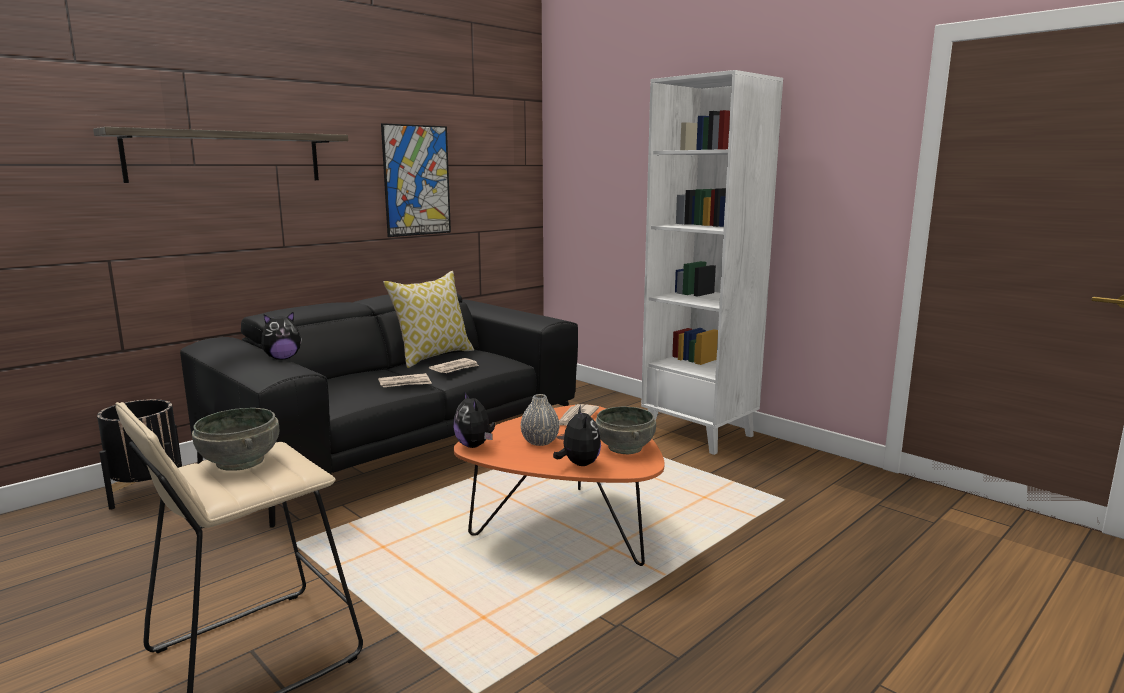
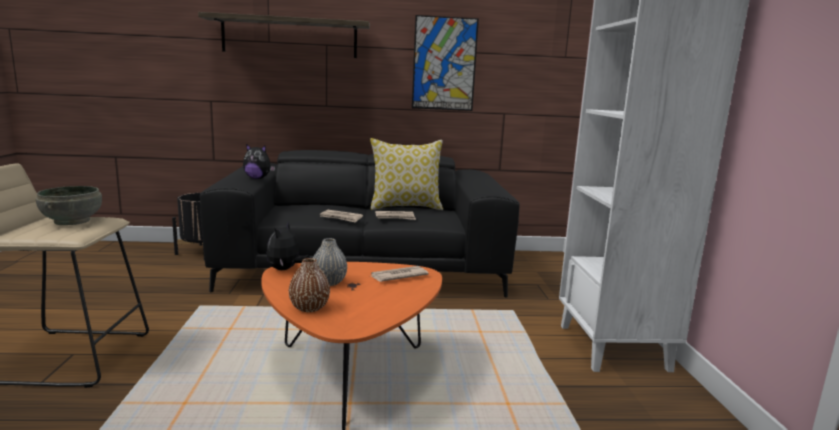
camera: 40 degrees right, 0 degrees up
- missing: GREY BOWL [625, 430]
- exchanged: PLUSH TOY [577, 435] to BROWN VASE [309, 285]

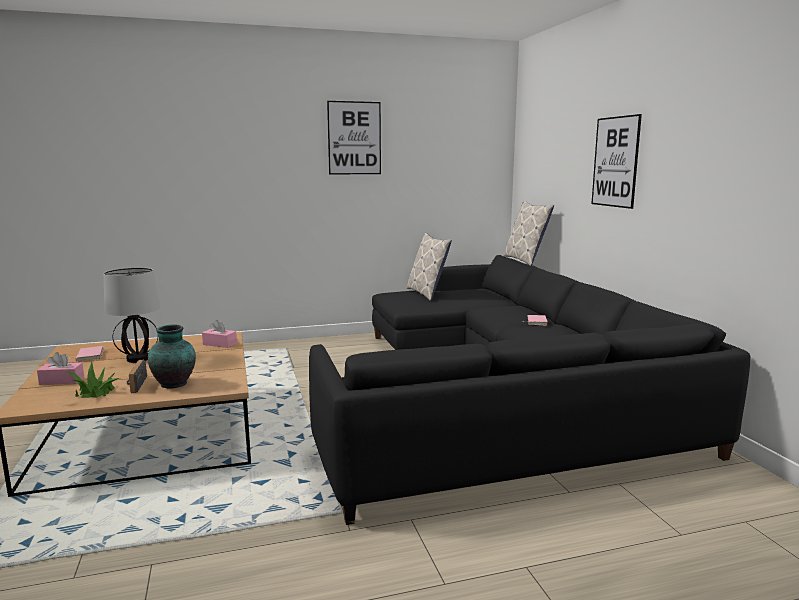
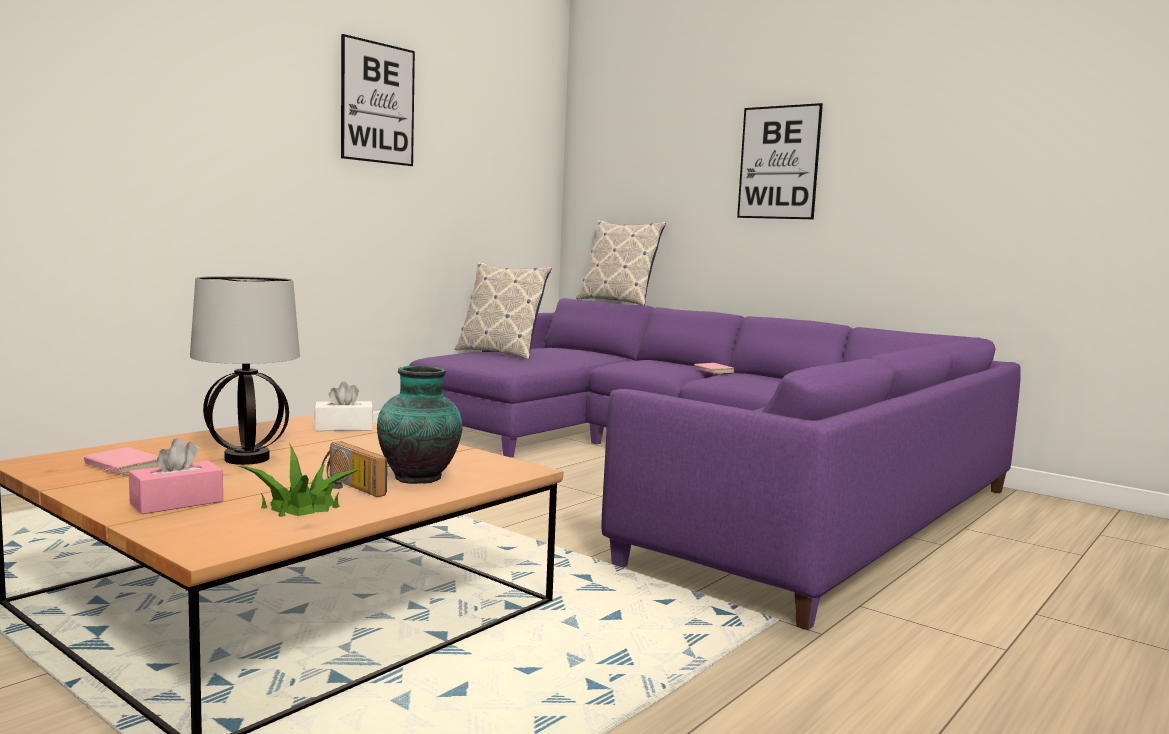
camera: 35 degrees left, 5 degrees down
- colour: PINK TISSUE BOX [219, 334] to WHITE TISSUE BOX [343, 406]
- colour: BLACK SOFA [529, 390] to PURPLE SOFA [715, 464]

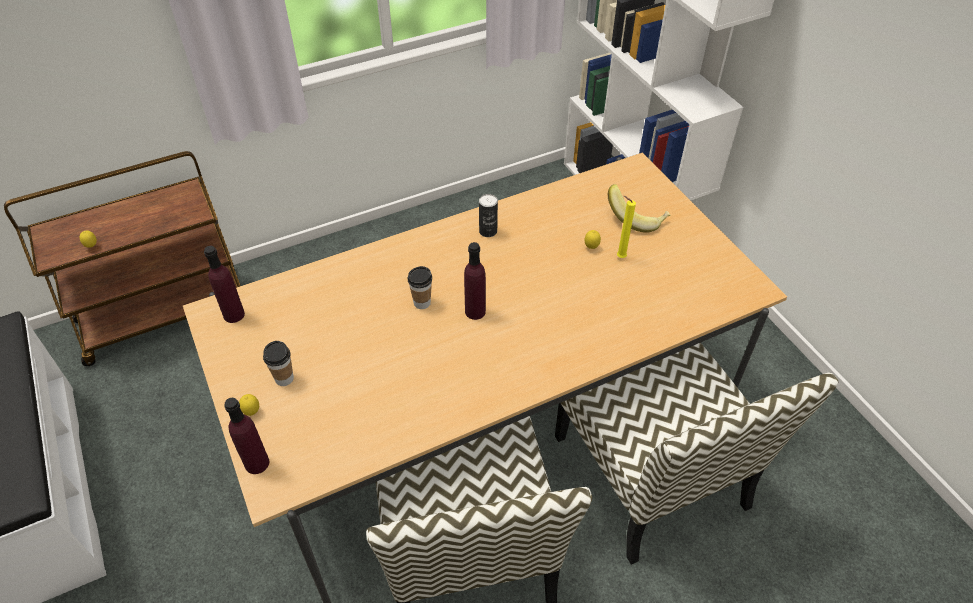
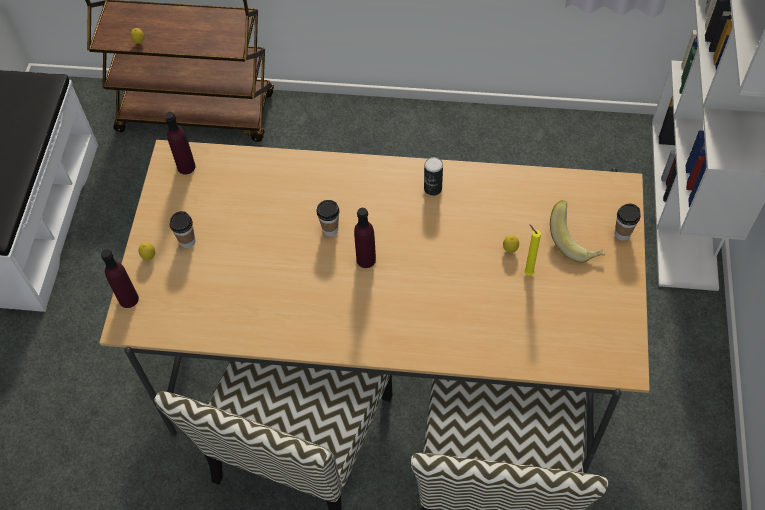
camera: 35 degrees right, 10 degrees up
- appeared: CUP [628, 222]

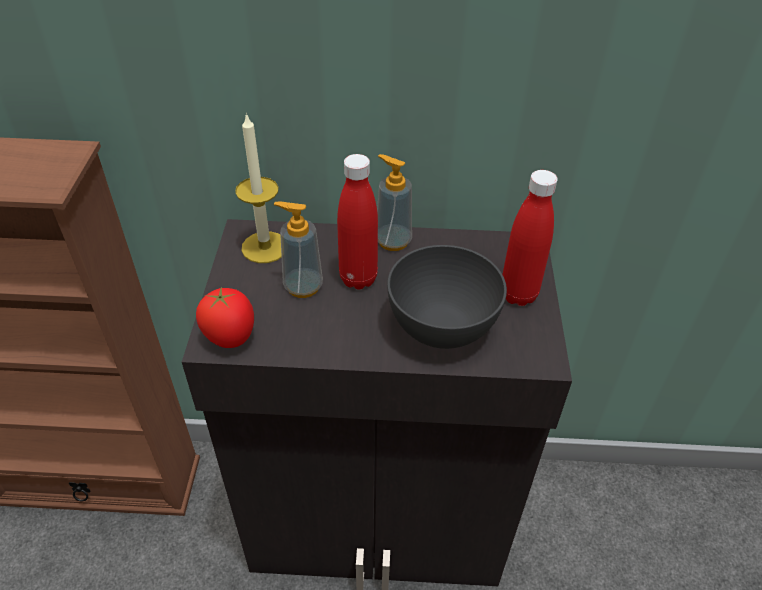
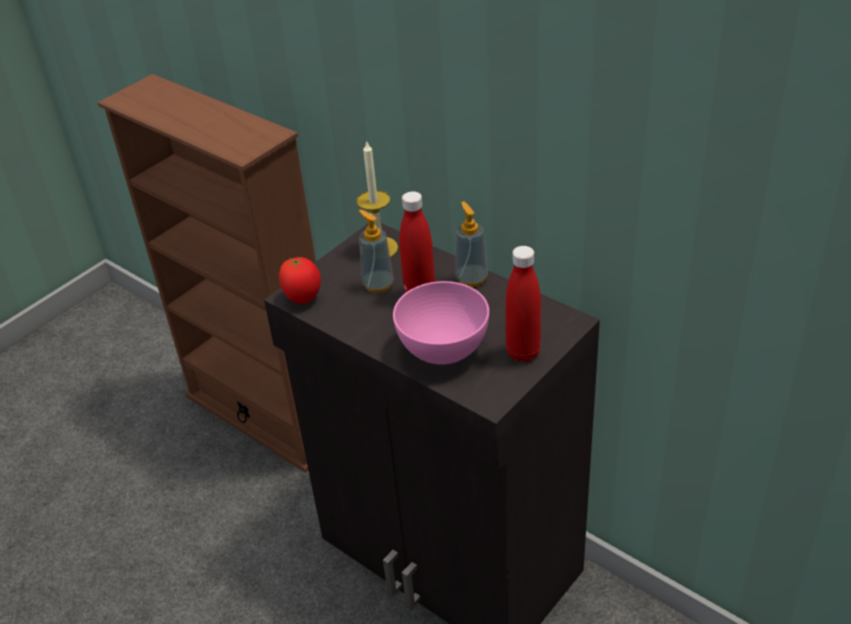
camera: 40 degrees right, 5 degrees down
- colour: GREY BOWL [447, 297] to PINK BOWL [441, 323]

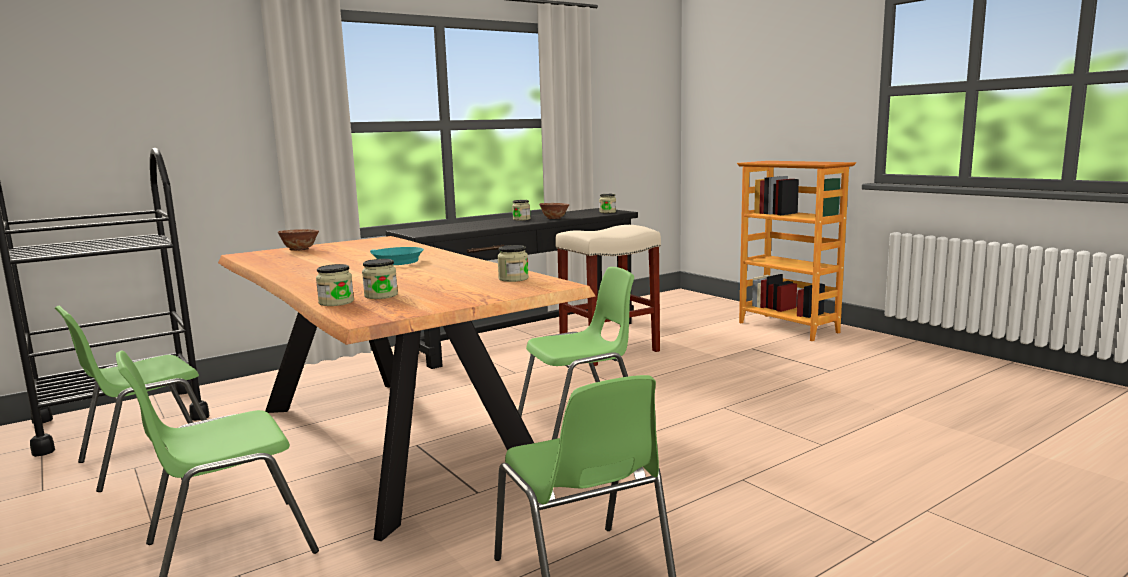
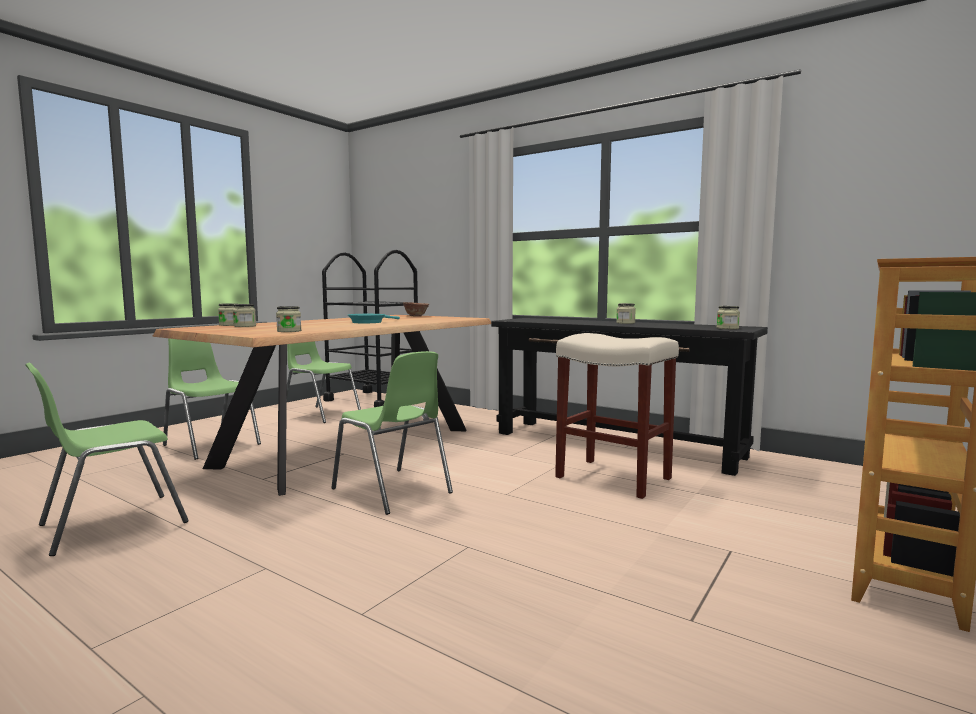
camera: 70 degrees right, 5 degrees down
- missing: BOWL [554, 211]

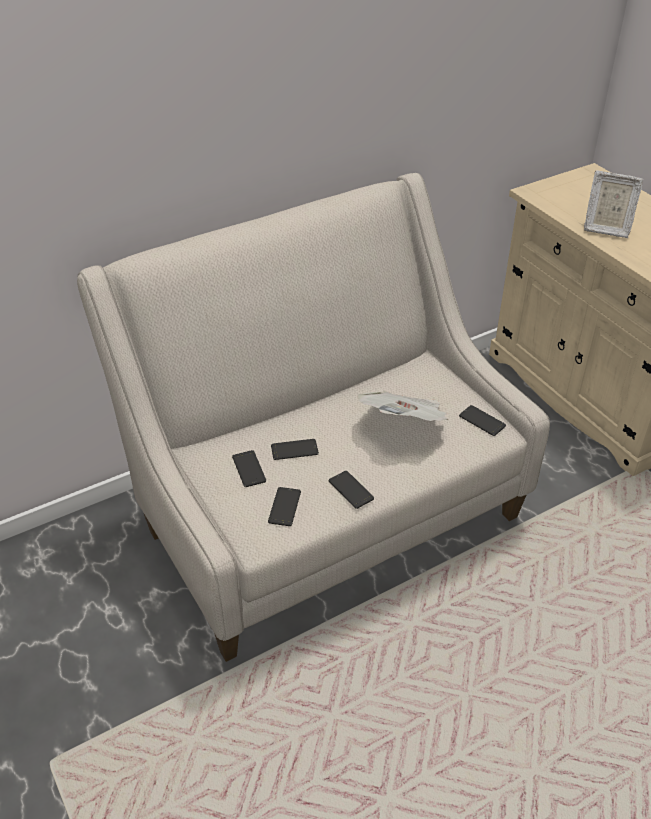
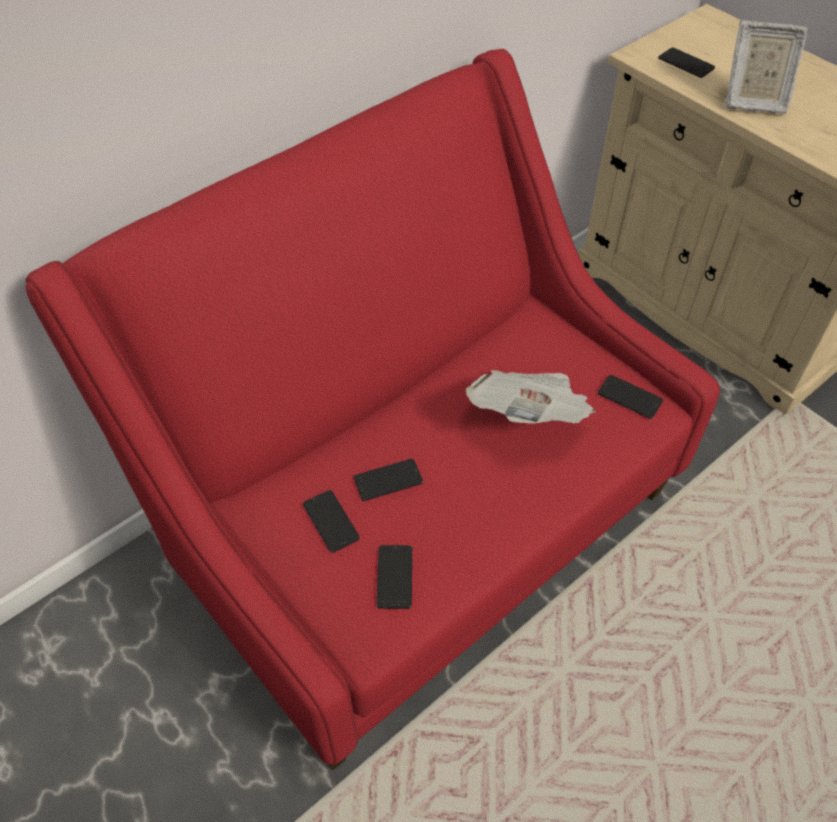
camera: 10 degrees left, 10 degrees up
- relocated: PHONE [351, 490] to [686, 62]
- colour: BEIGE SOFA [313, 417] to RED SOFA [372, 409]

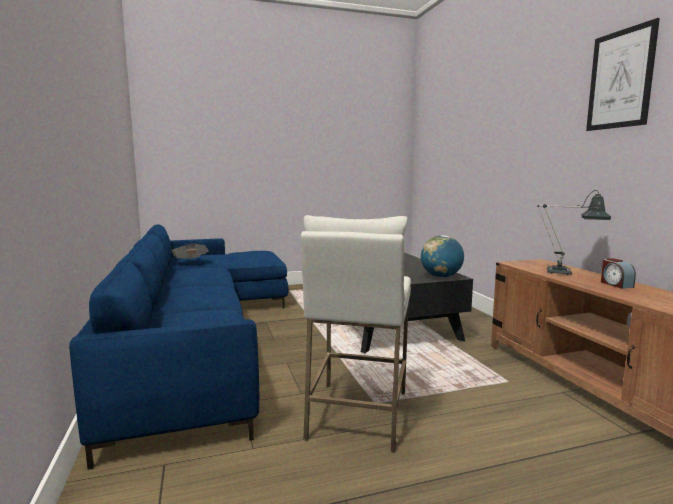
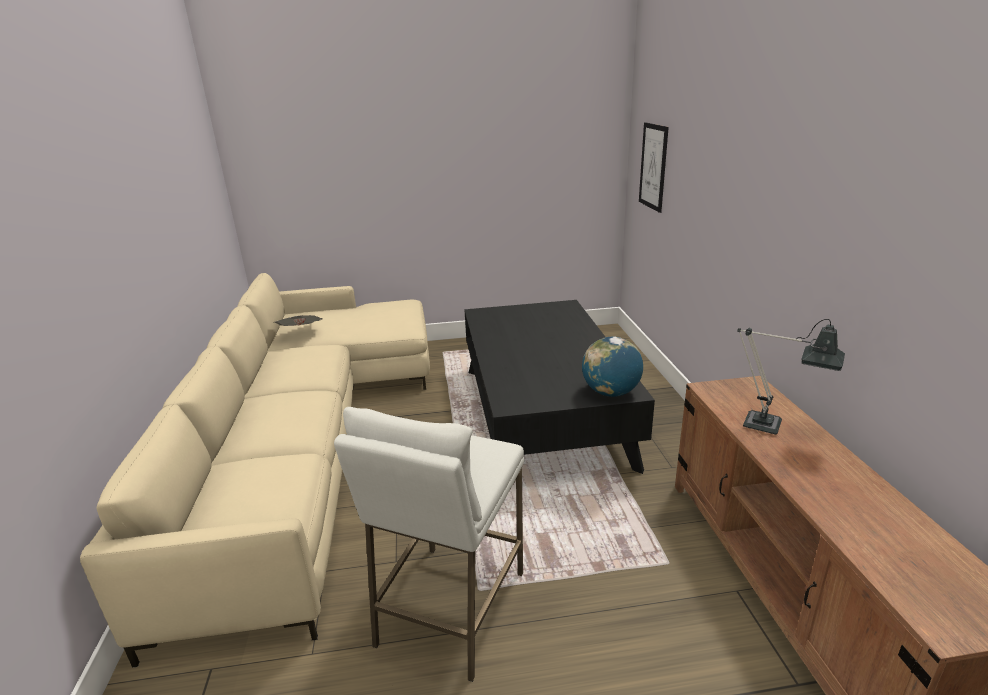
camera: 10 degrees right, 15 degrees up
- missing: ALARM CLOCK [618, 273]
- relocated: PICTURE [623, 74] to [654, 167]
- colour: BLUE SOFA [179, 347] to BEIGE SOFA [255, 470]

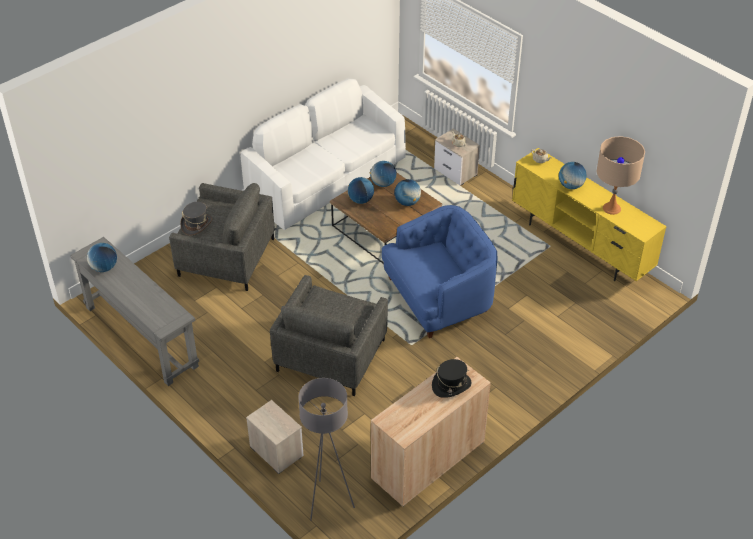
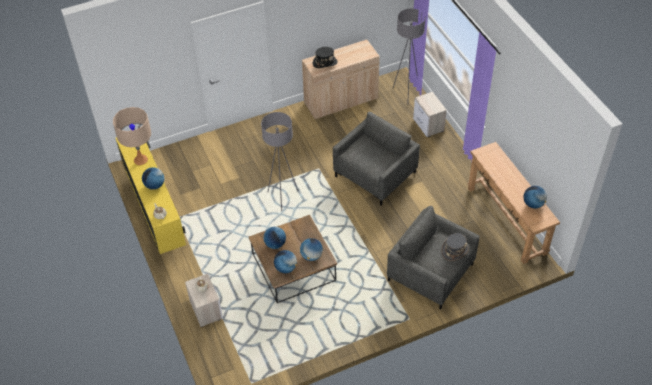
camera: 160 degrees left, 5 degrees up
- missing: WHITE SOFA [323, 154]
- exchanged: BLUE ARMCHAIR [439, 271] to GREY FLOOR LAMP [279, 161]
- colour: GREY CONSOLE TABLE [134, 311] to BROWN CONSOLE TABLE [513, 203]

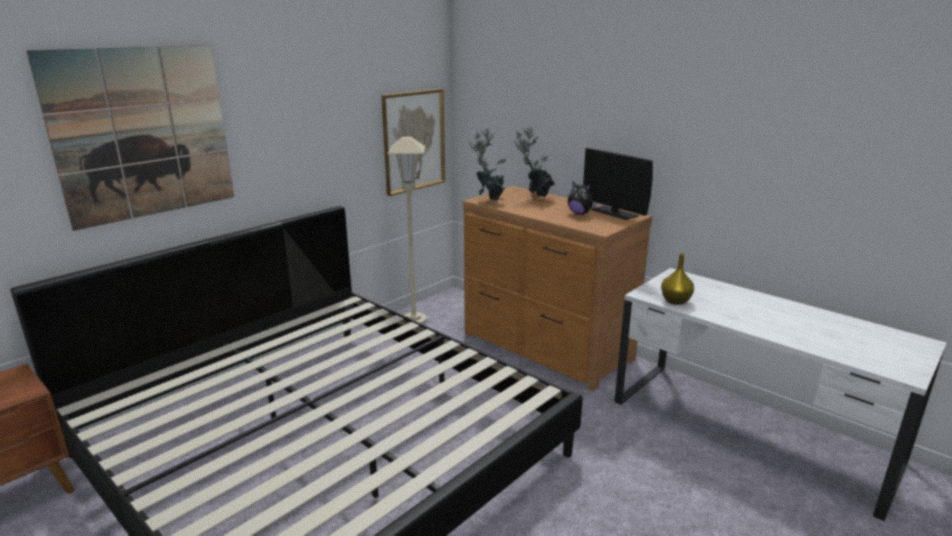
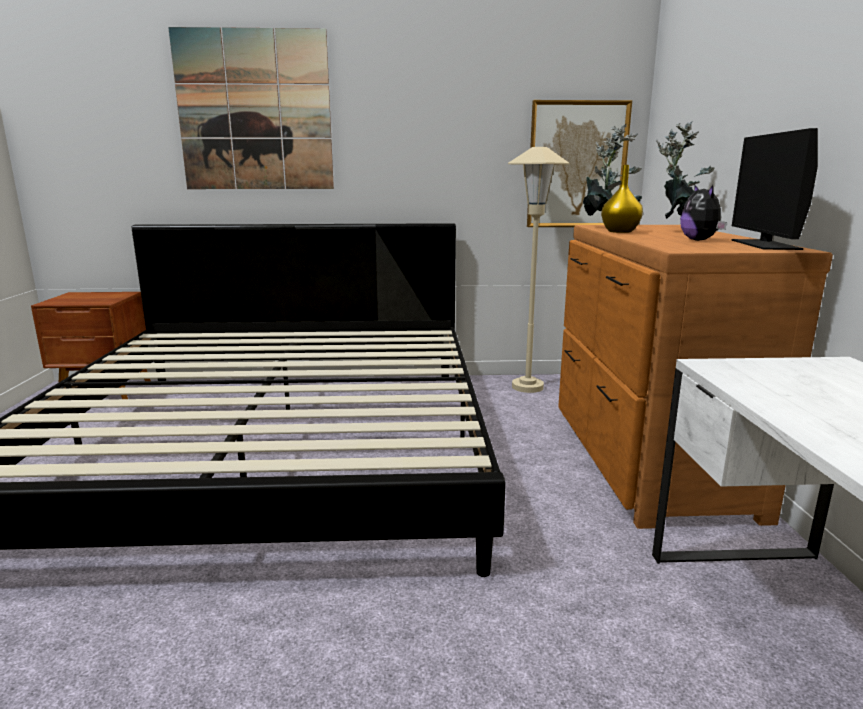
camera: 45 degrees right, 5 degrees down
- relocated: YELLOW VASE [677, 279] to [622, 199]

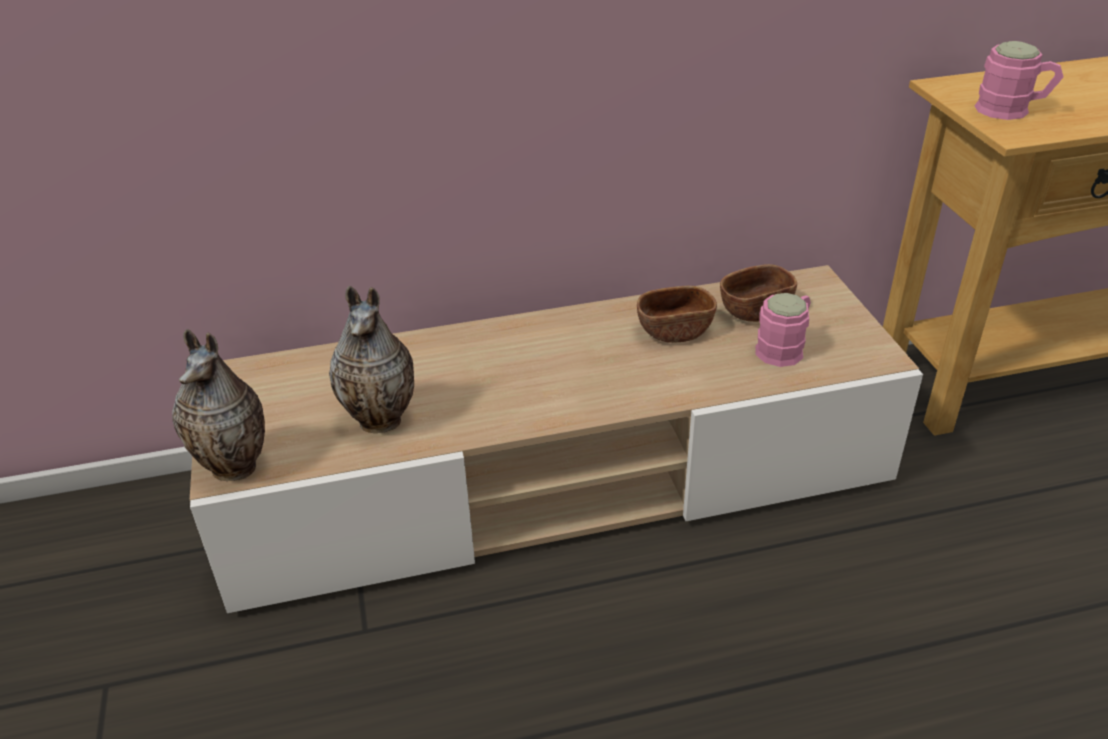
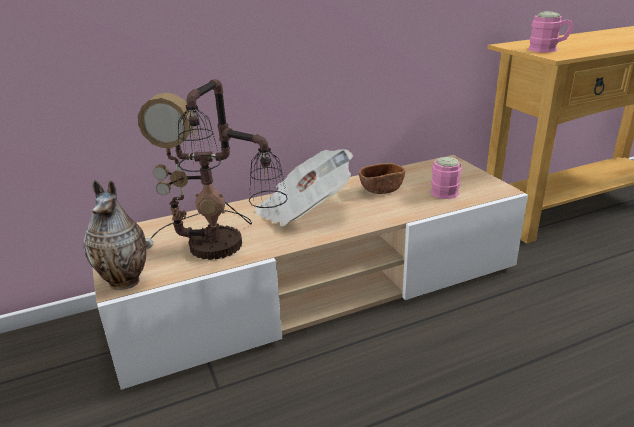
camera: 10 degrees left, 10 degrees down
- missing: BROWN BOWL [758, 293]
- appeared: NEWSPAPER [304, 187]
- exchanged: VASE [371, 359] to TABLE LAMP [213, 169]

